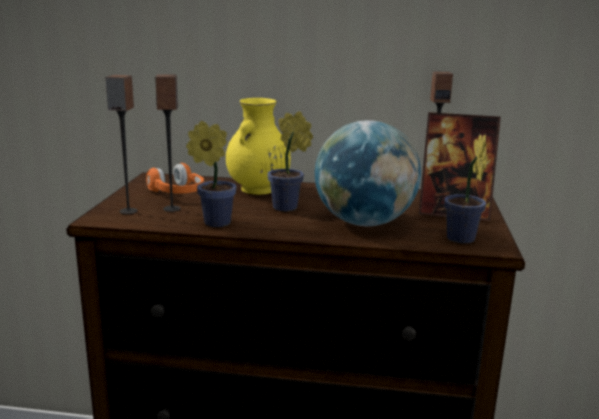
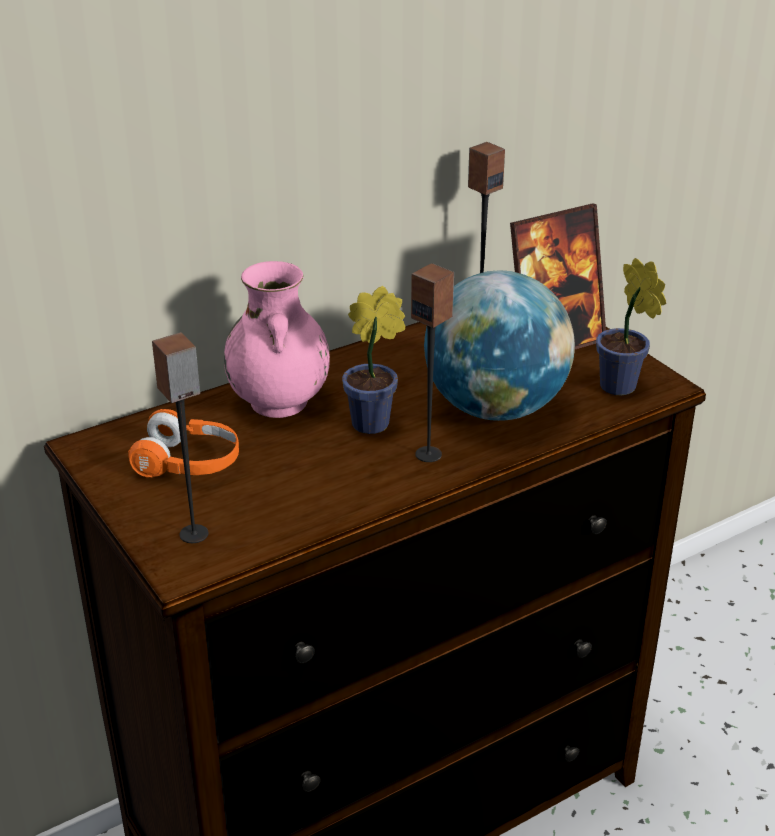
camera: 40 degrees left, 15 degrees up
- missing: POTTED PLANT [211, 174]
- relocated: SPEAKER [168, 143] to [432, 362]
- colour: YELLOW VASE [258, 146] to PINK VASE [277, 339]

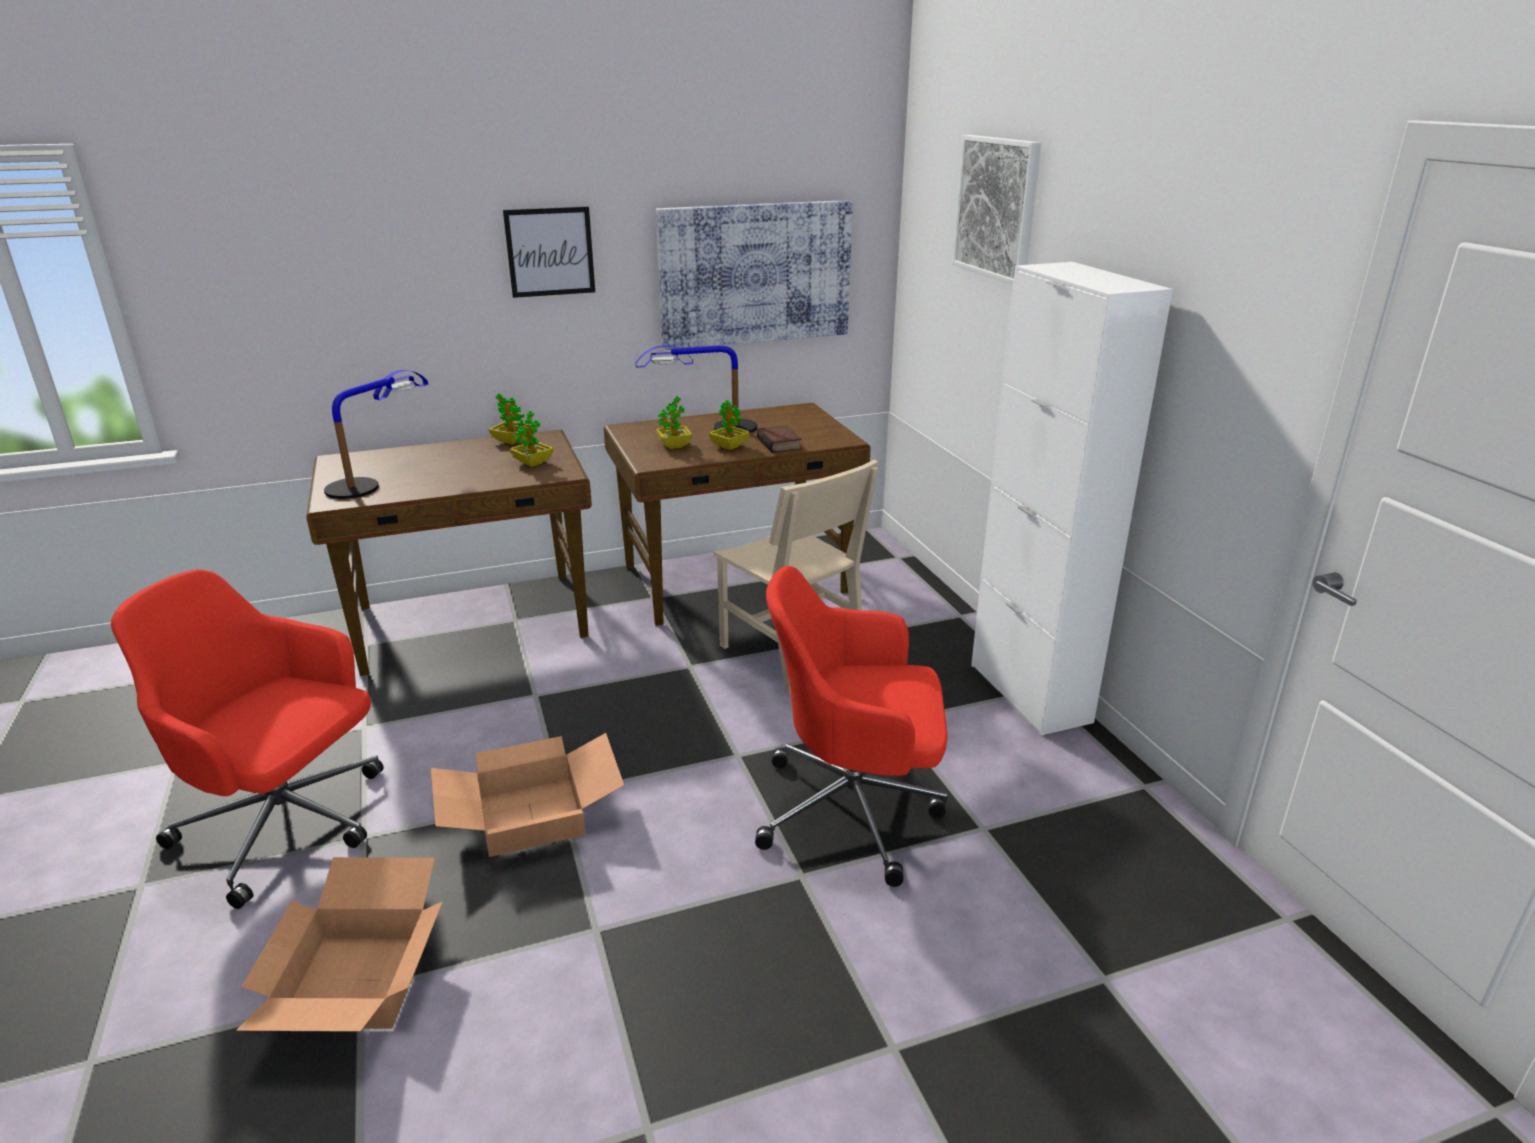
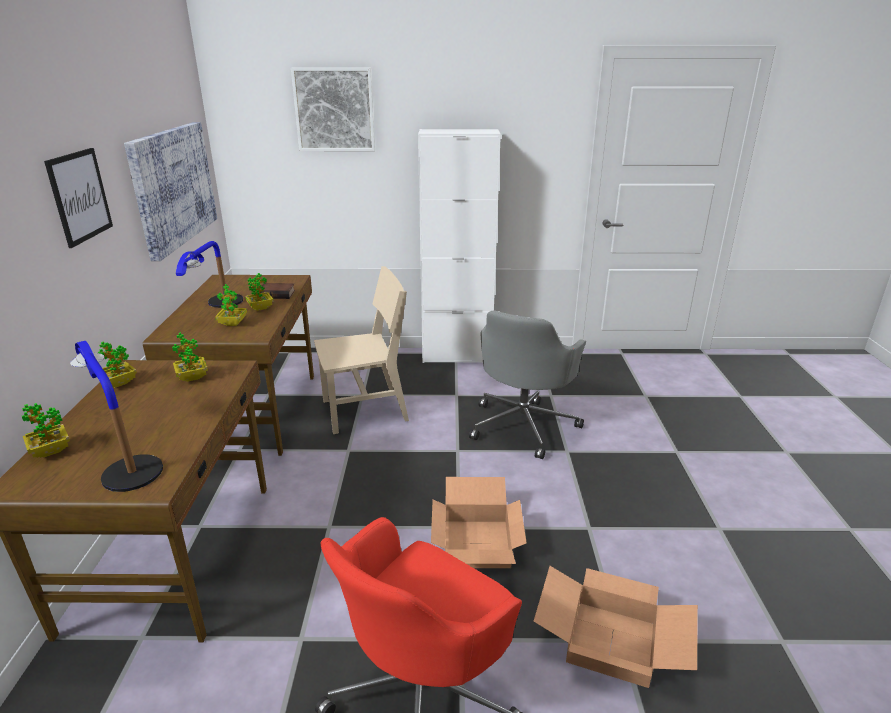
camera: 70 degrees left, 0 degrees up
- appeared: POTTED PLANT [46, 430]
- colour: RED OFFICE CHAIR [851, 726] to GREY OFFICE CHAIR [527, 384]

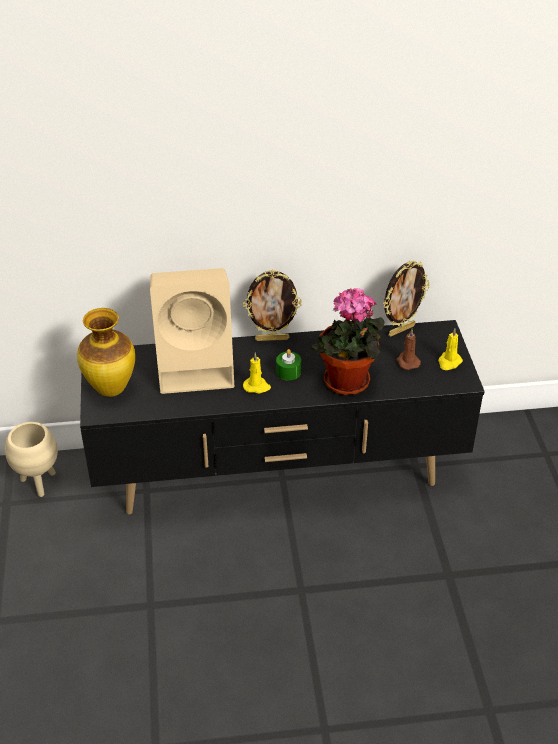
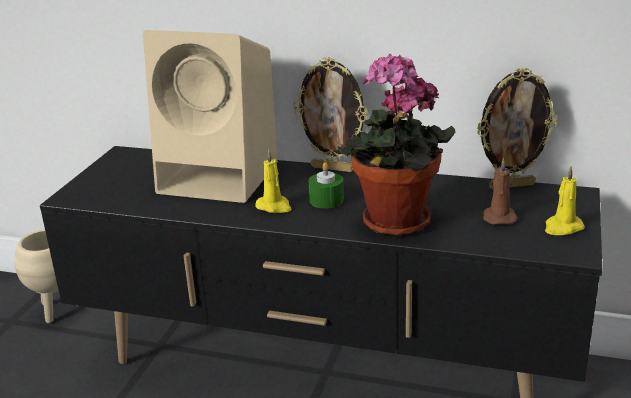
camera: 25 degrees right, 15 degrees down
- missing: VASE [106, 352]

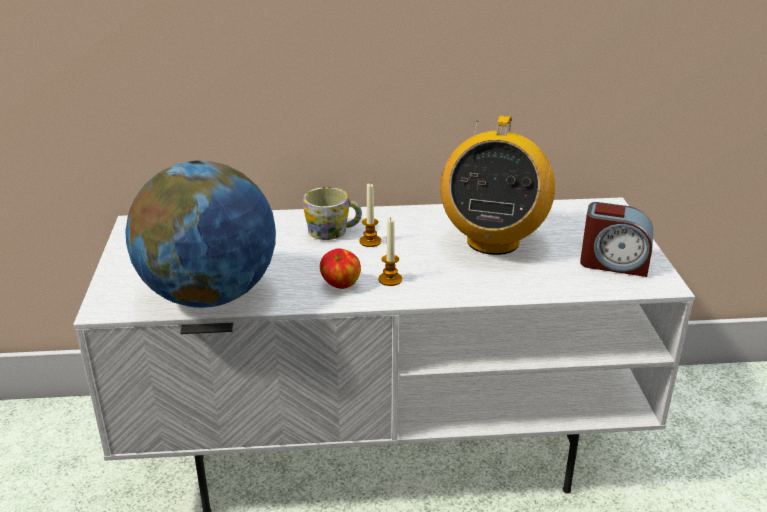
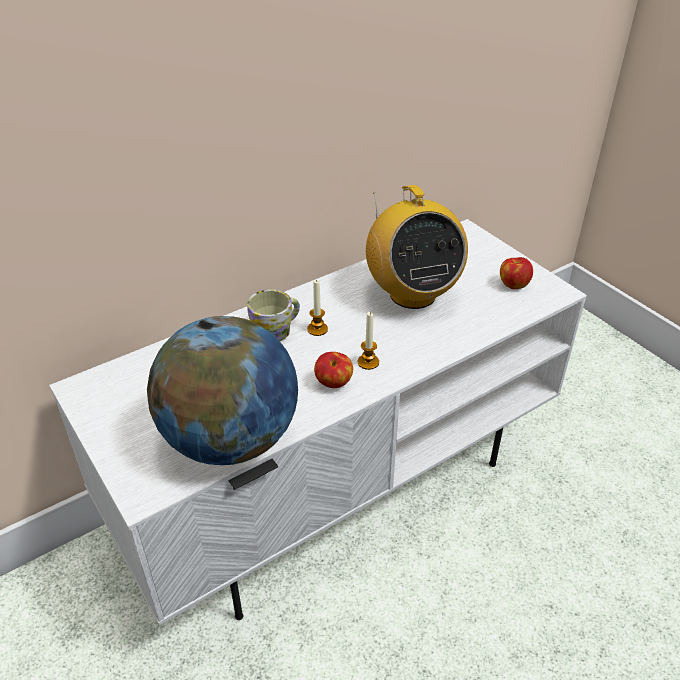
camera: 30 degrees left, 10 degrees up
- exchanged: ALARM CLOCK [616, 239] to APPLE [516, 273]

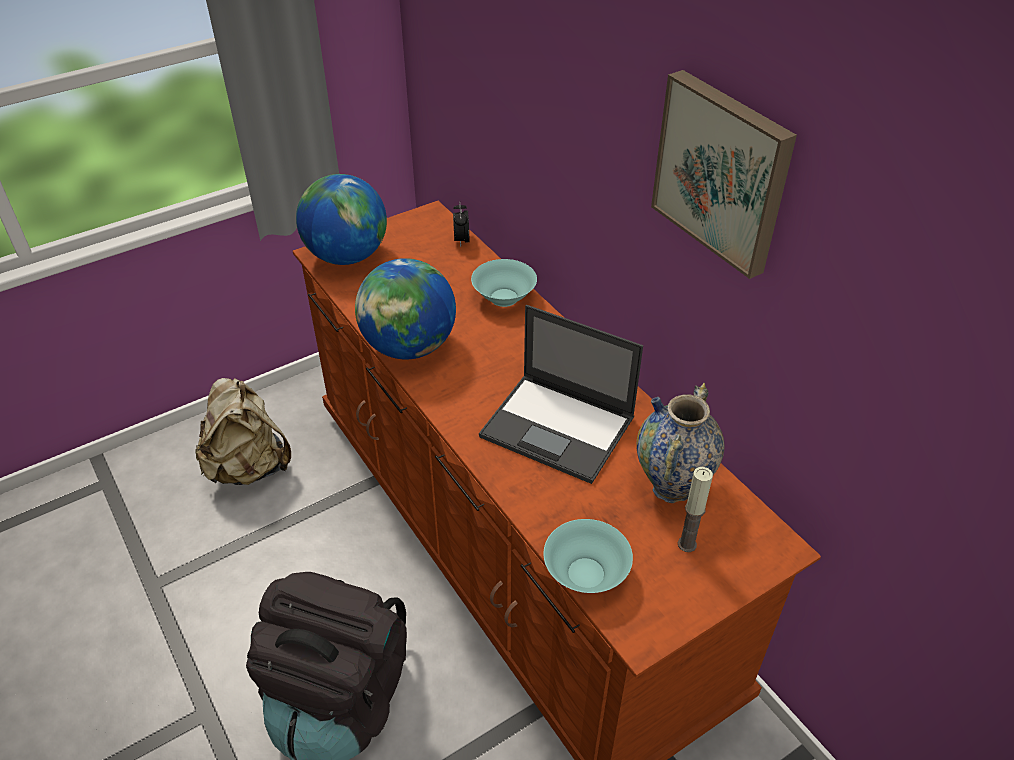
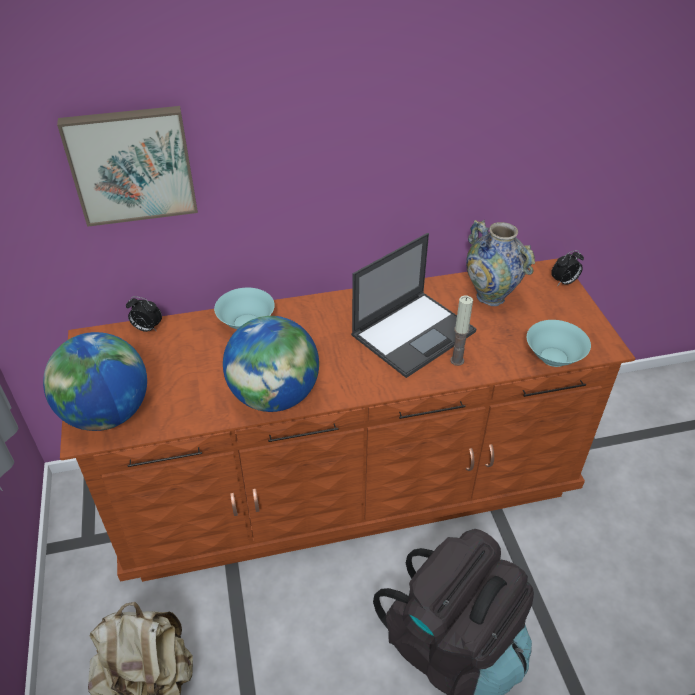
camera: 70 degrees left, 0 degrees up
- appeared: ALARM CLOCK [567, 268]
- relocated: PICTURE [724, 174] to [127, 166]
- relocated: CANDLE [695, 509] to [461, 330]

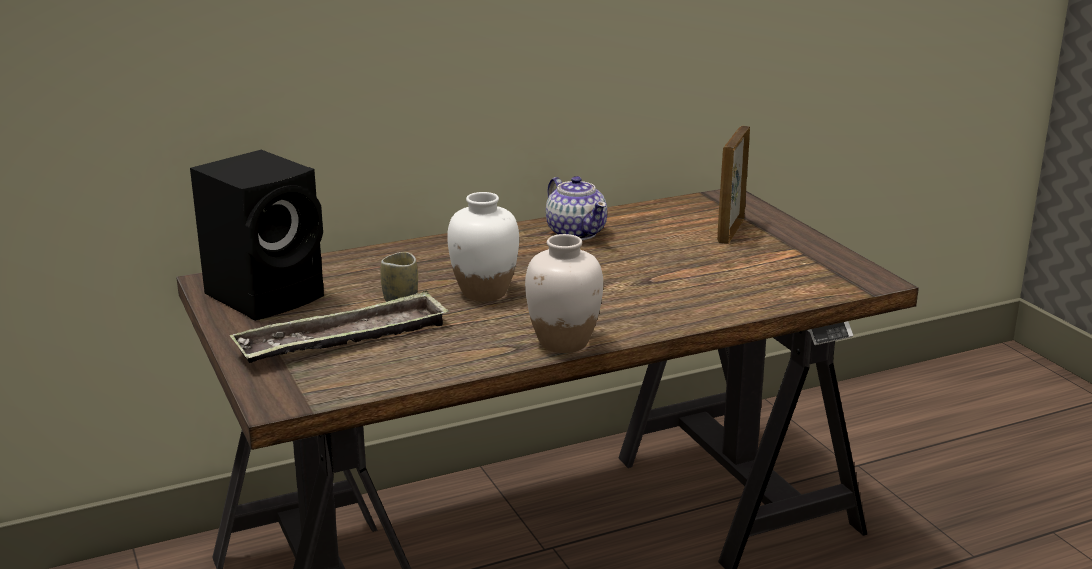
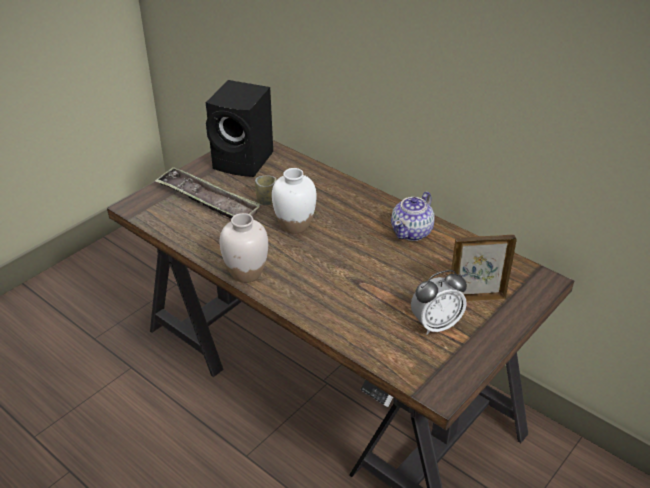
camera: 65 degrees right, 15 degrees up
- appeared: ALARM CLOCK [439, 302]

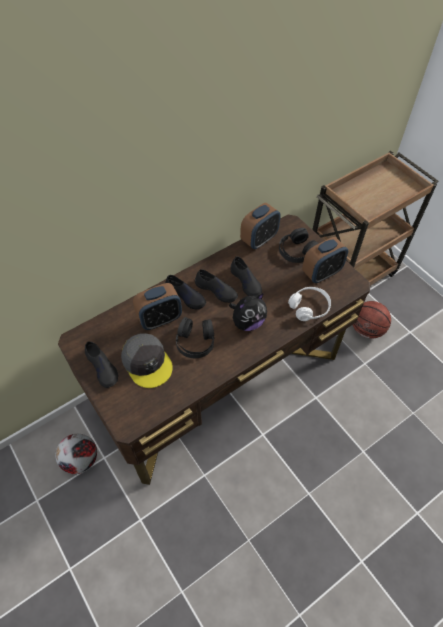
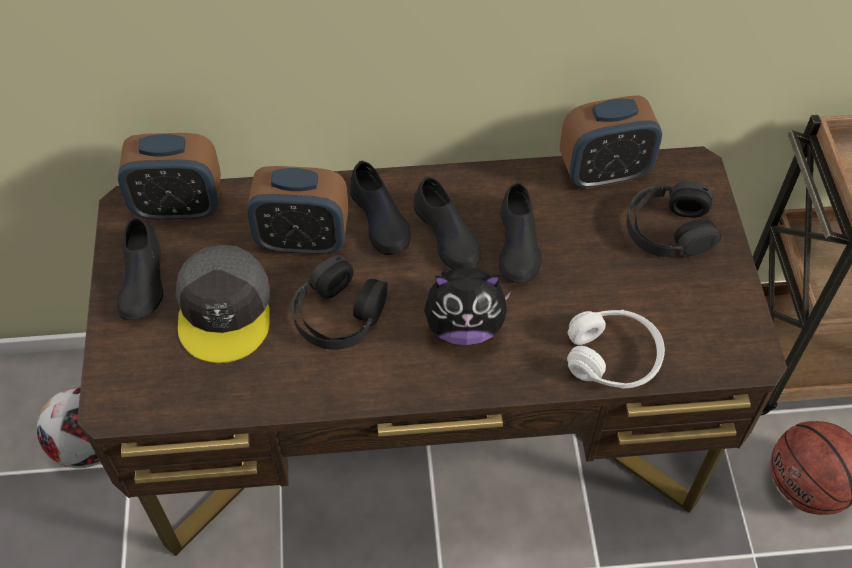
camera: 30 degrees right, 0 degrees up
- relocated: ALARM CLOCK [325, 260] to [169, 177]

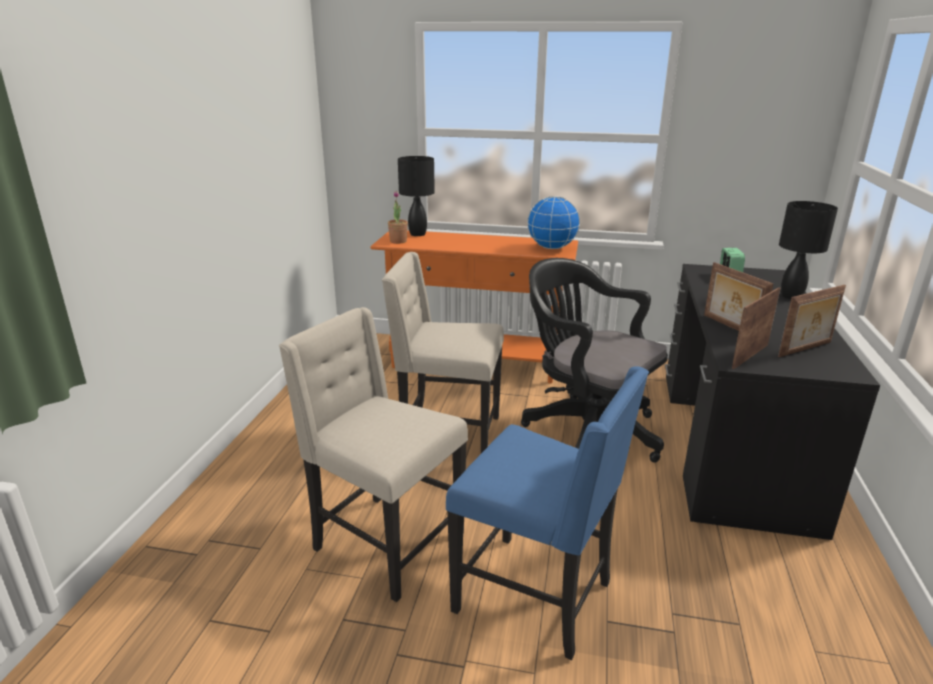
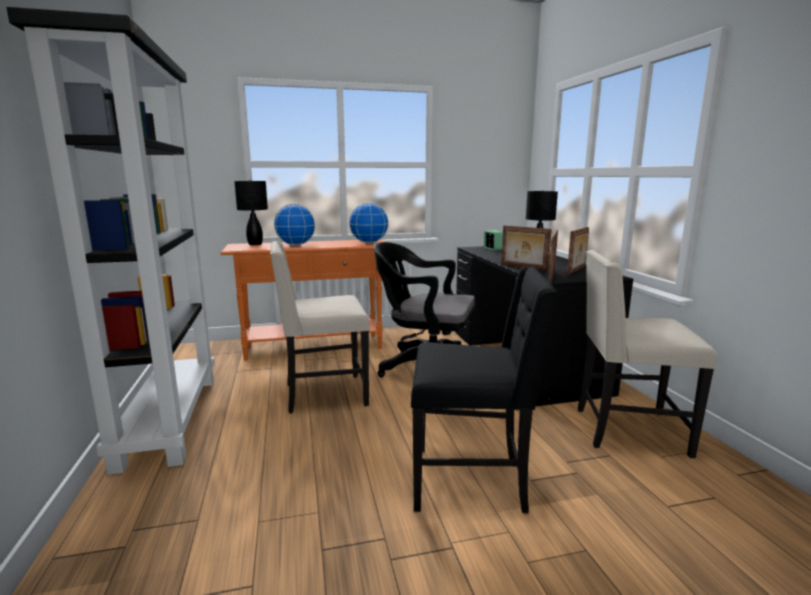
camera: 25 degrees left, 10 degrees down
- missing: POTTED PLANT [398, 217]
- appeared: BLACK BOOKCASE [111, 241]
- appeared: GLOBE [295, 224]
- relocated: BEIGE CHAIR [373, 454] to [647, 354]
- colour: BLUE CHAIR [547, 513] to BLACK CHAIR [484, 389]

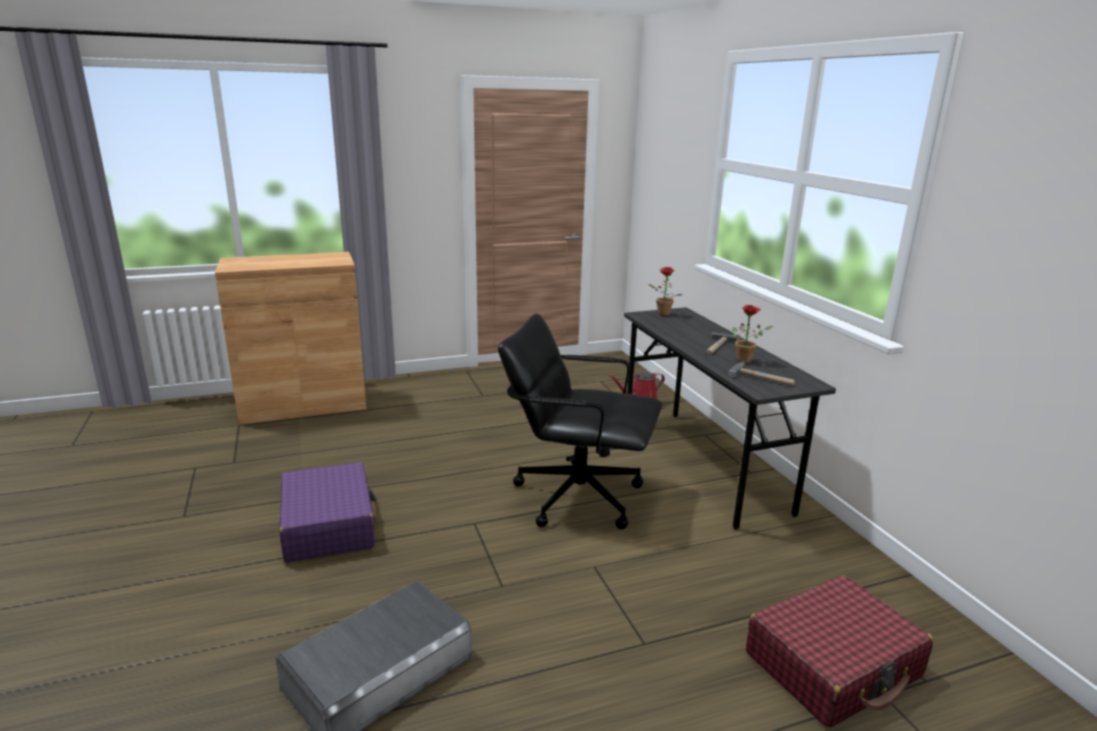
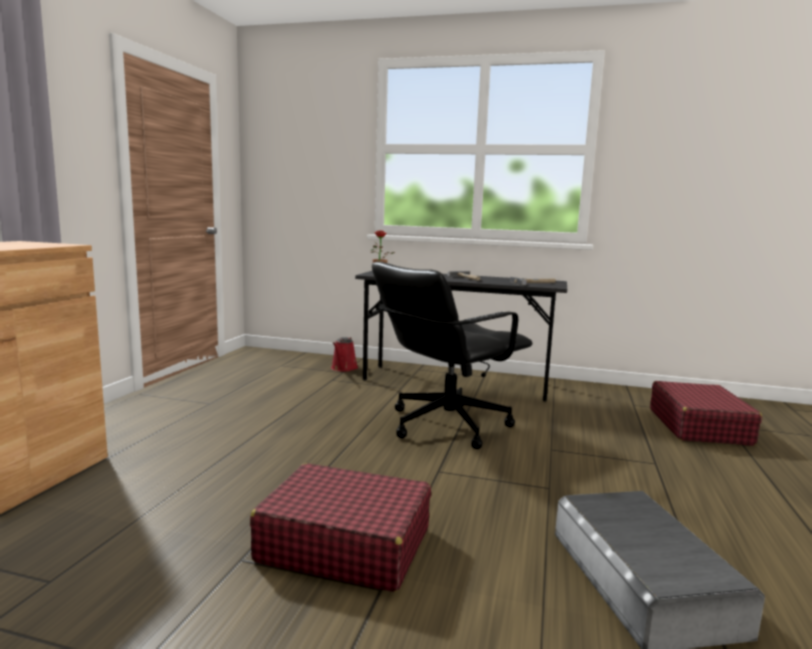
camera: 55 degrees left, 10 degrees down
- missing: POTTED PLANT [752, 334]
- colour: PURPLE SUITCASE [328, 512] to RED SUITCASE [340, 527]

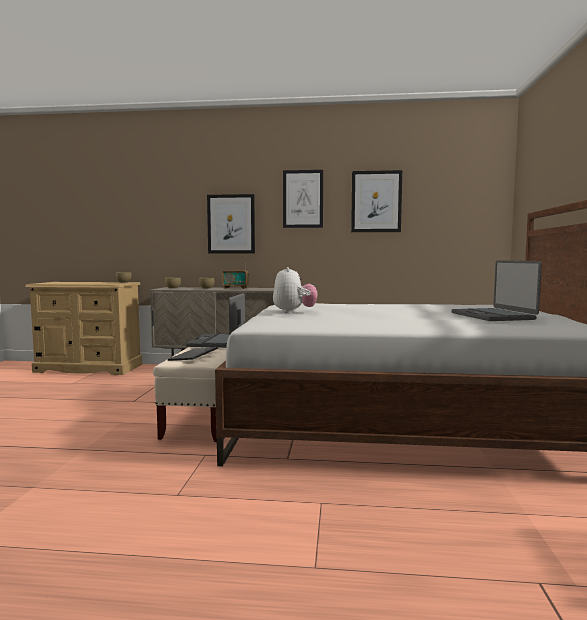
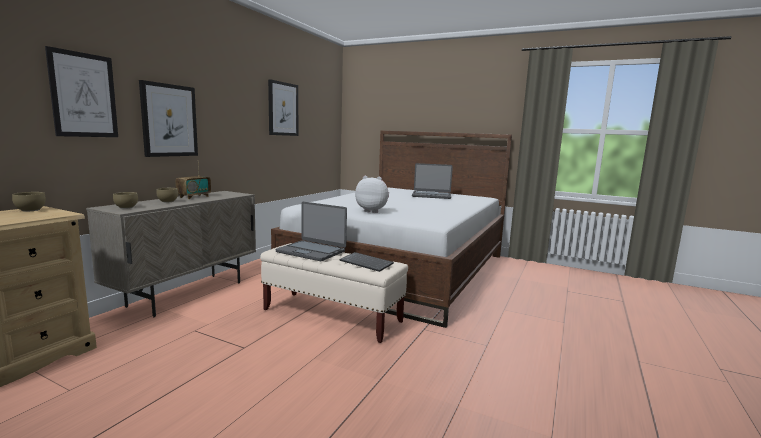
camera: 70 degrees left, 5 degrees up
- relocated: PICTURE [303, 199] to [81, 91]

